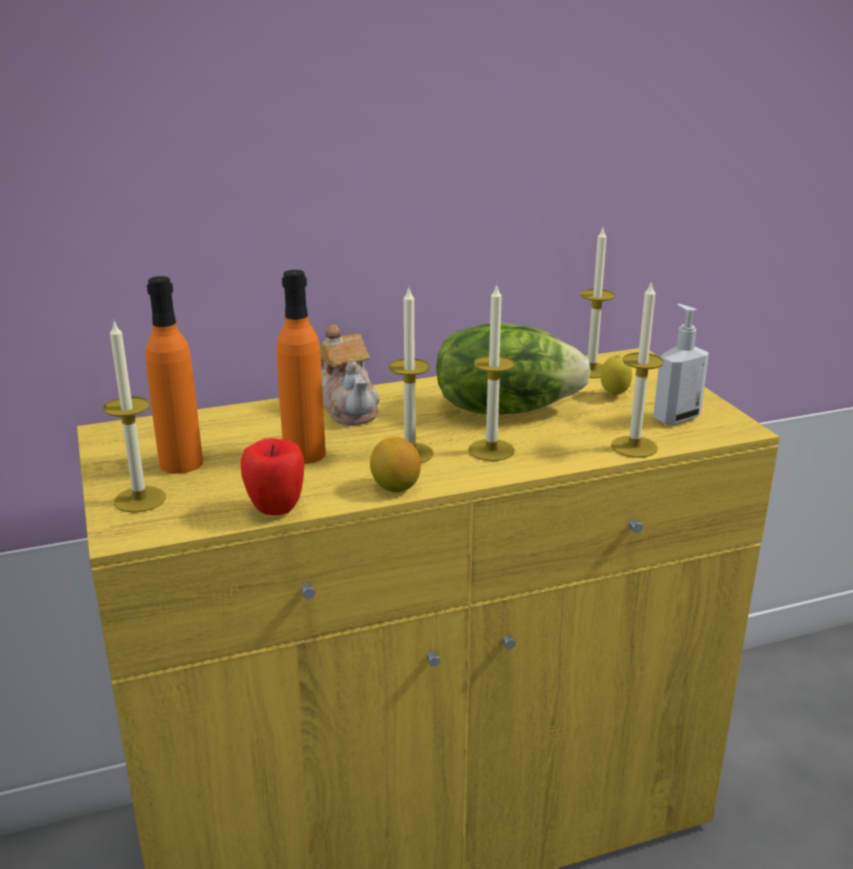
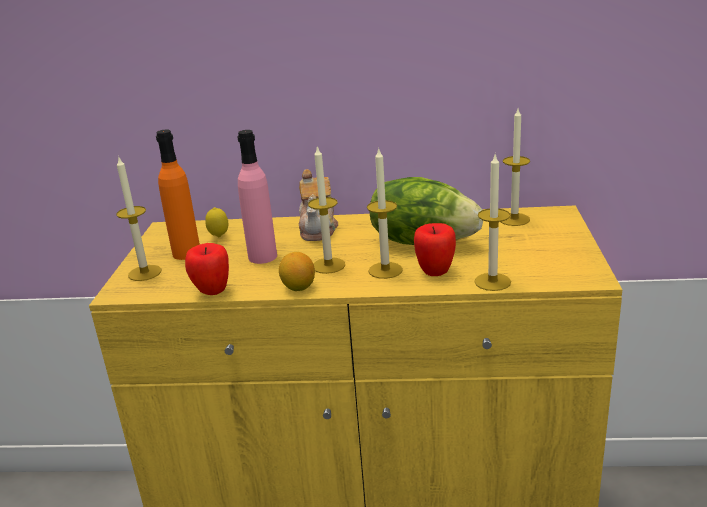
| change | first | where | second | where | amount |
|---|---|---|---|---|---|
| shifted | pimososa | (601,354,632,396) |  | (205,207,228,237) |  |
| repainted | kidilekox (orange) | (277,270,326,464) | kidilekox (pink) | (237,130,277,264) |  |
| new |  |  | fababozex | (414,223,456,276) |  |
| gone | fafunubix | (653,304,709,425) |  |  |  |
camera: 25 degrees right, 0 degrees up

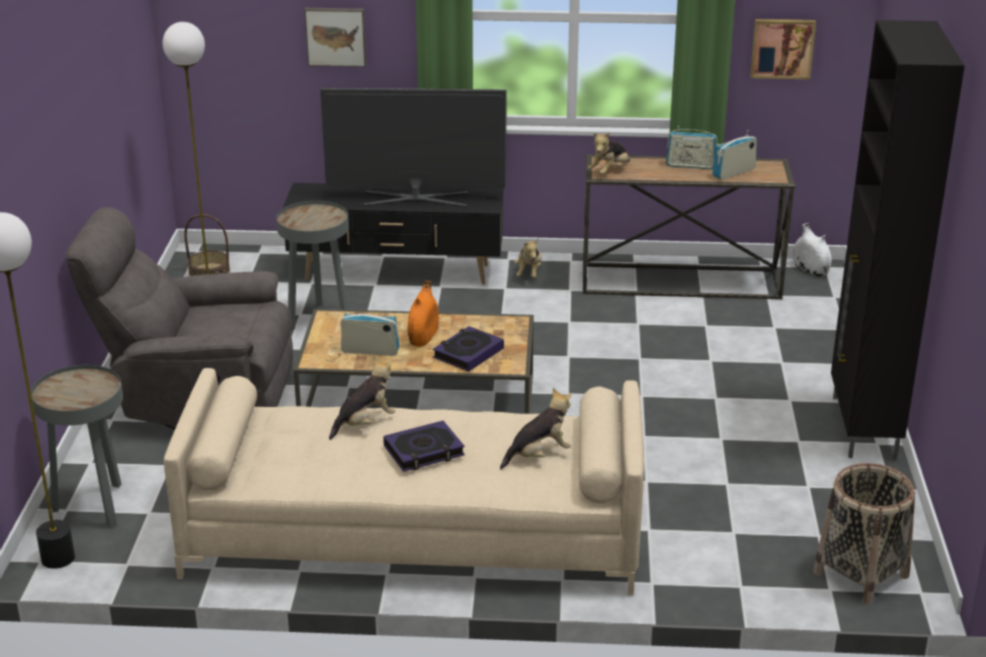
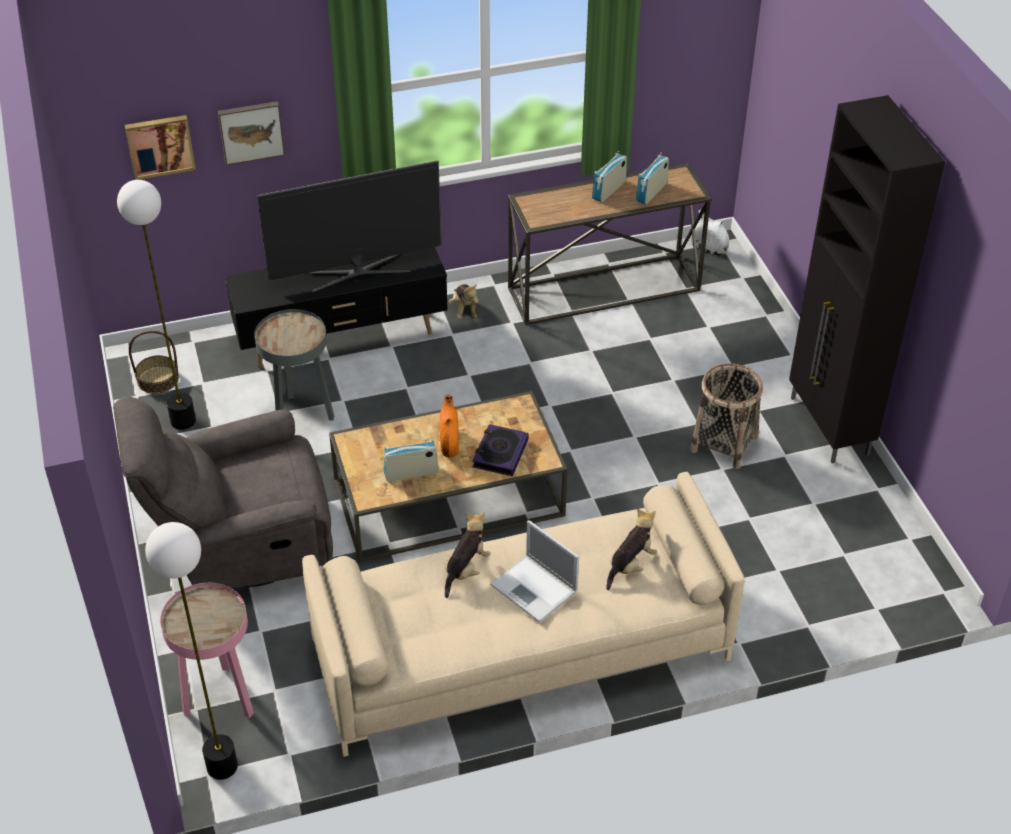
| change | first | where | second | where | amount |
|---|---|---|---|---|---|
| shifted | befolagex | (750,19,816,79) |  | (125,115,196,180) |  |
| repainted | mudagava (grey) | (31,365,123,527) | mudagava (pink) | (160,583,254,718) |  |
| swapped | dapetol | (383,421,465,472) | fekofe | (490,520,579,622) |  |
| rotated | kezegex | (666,126,718,169) |  | (592,151,627,202) | 135 degrees clockwise |
| shifted | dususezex | (813,463,915,605) |  | (690,363,763,469) |  |
| gone | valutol | (588,132,630,174) |  |  |  |
camera: 20 degrees left, 15 degrees up

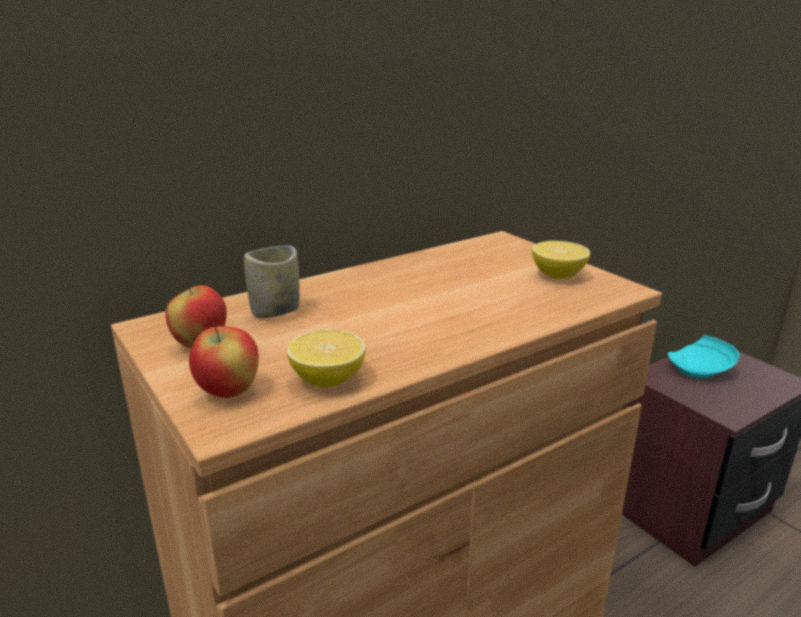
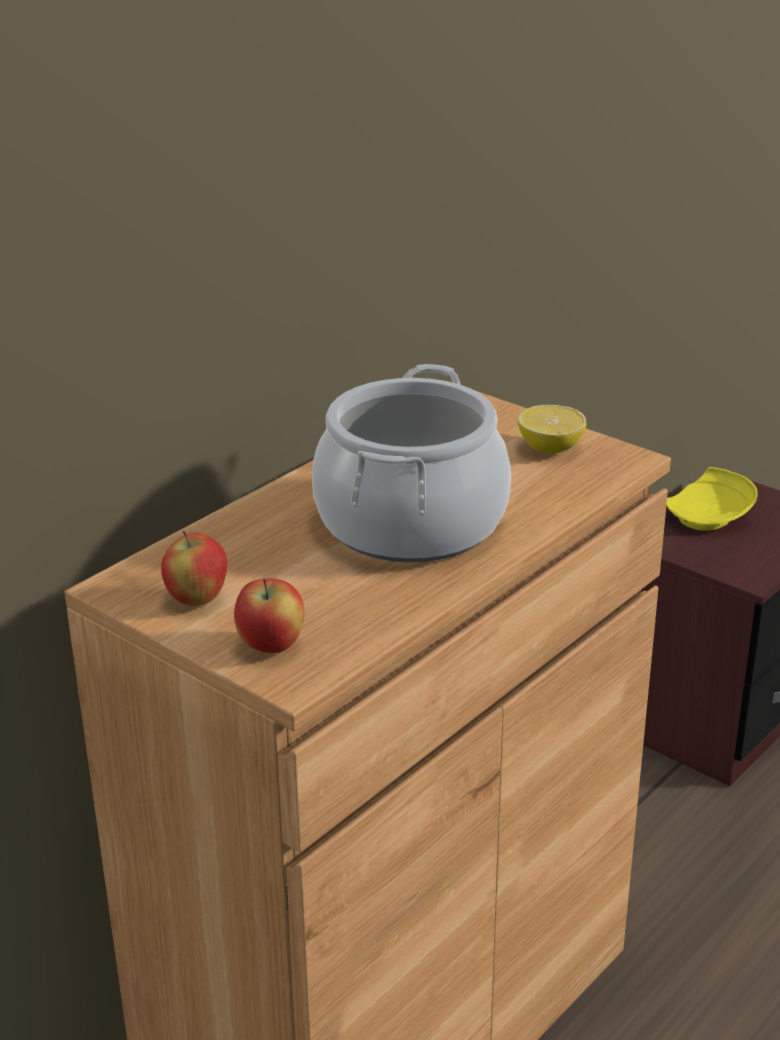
| change | first | where | second | where | amount |
|---|---|---|---|---|---|
| new |  |  | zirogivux | (312,364,511,562) |  |
| repainted | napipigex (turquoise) | (668,335,739,378) | napipigex (yellow) | (667,467,758,531) |  |
| gone | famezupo | (244,245,300,318) |  |  |  |
| gone | pimososa | (287,329,366,387) |  |  |  |
camera: 15 degrees left, 5 degrees up

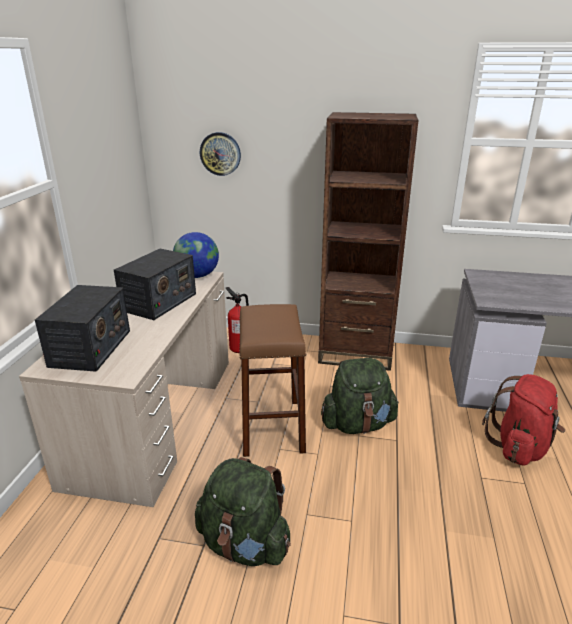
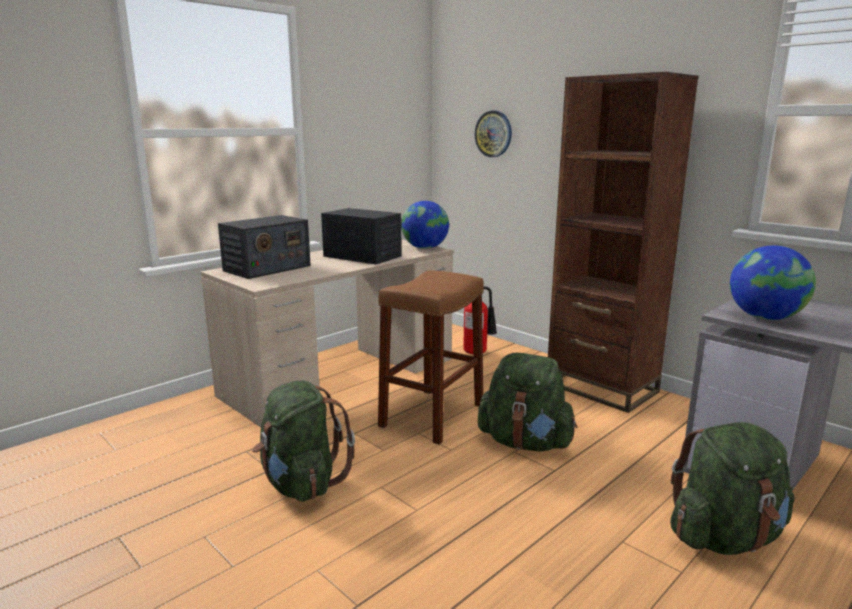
| change | first | where | second | where | amount |
|---|---|---|---|---|---|
| rotated | kezegex | (114,249,196,320) |  | (321,208,402,264) | 120 degrees counterclockwise |
| repainted | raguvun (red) | (482,374,565,465) | raguvun (green) | (670,422,795,555) |  |
| new |  |  | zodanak | (730,245,816,320) |  |
camera: 35 degrees right, 10 degrees down

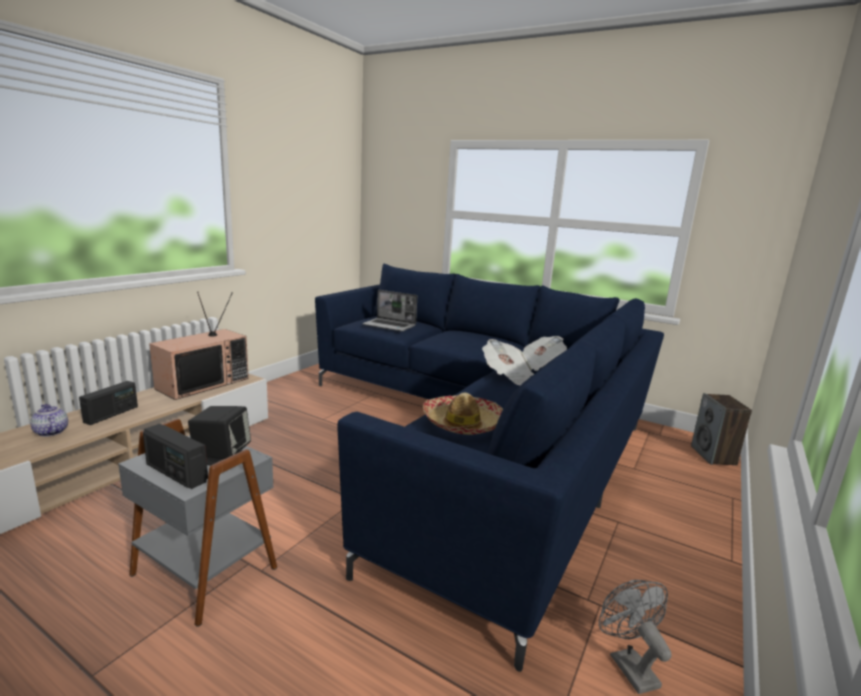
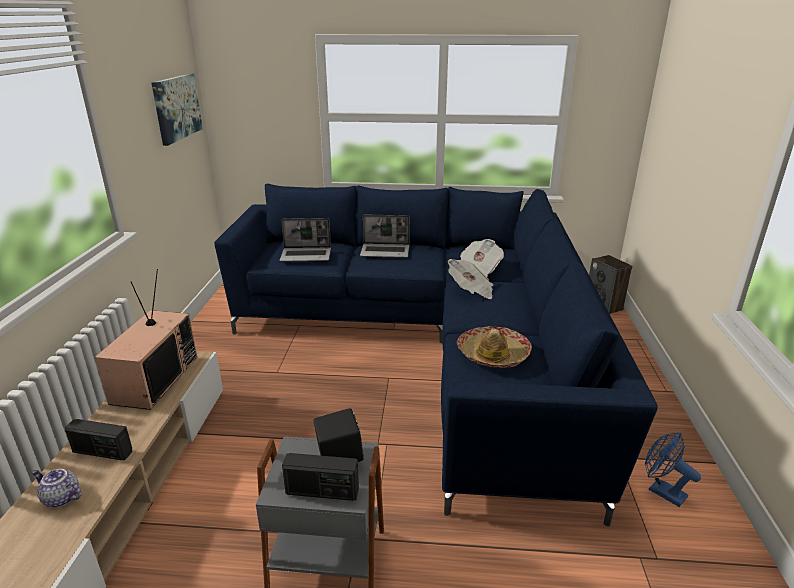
| change | first | where | second | where | amount |
|---|---|---|---|---|---|
| rotated | kezegex | (79,381,138,425) |  | (65,419,132,460) | 105 degrees clockwise |
| new |  |  | befolagex | (152,73,203,146) |  |
| new |  |  | fekofe | (360,214,410,258) |  |
| repainted | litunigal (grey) | (599,580,672,694) | litunigal (blue) | (645,432,701,507) |  |
camera: 25 degrees left, 10 degrees up

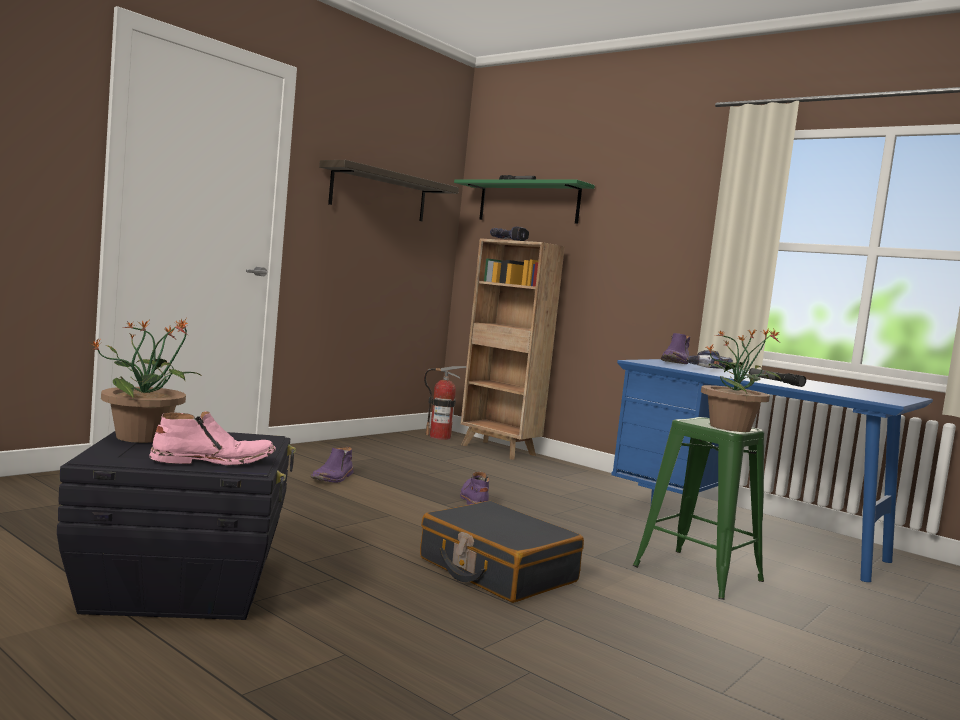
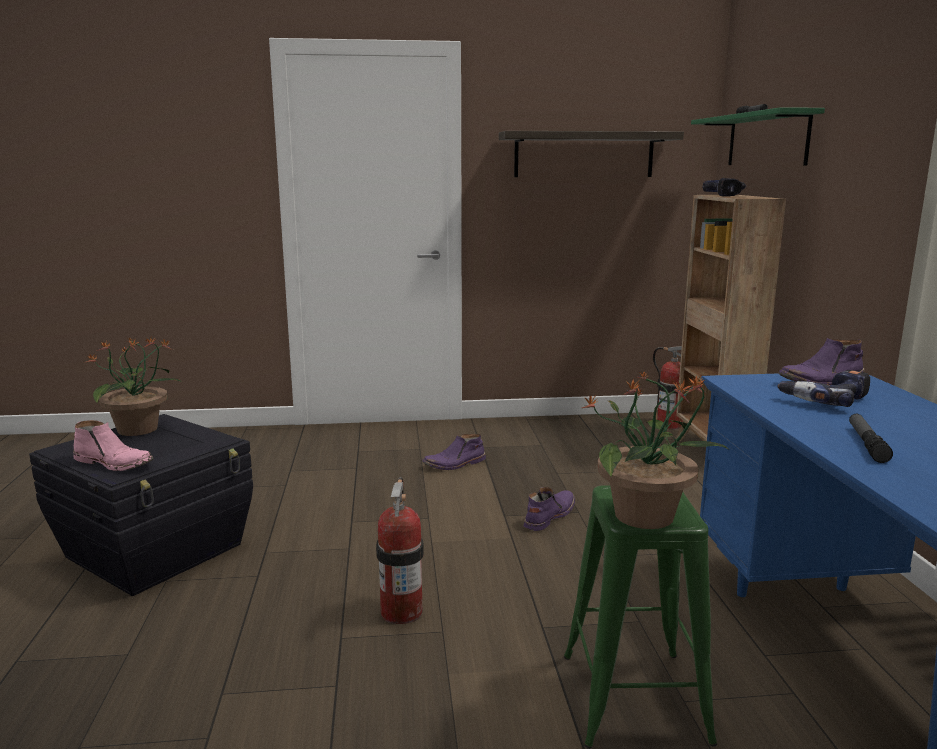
| change | first | where | second | where | amount |
|---|---|---|---|---|---|
| swapped | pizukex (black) | (420,501,584,603) | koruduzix | (376,477,424,624) |  |
camera: 45 degrees right, 10 degrees up

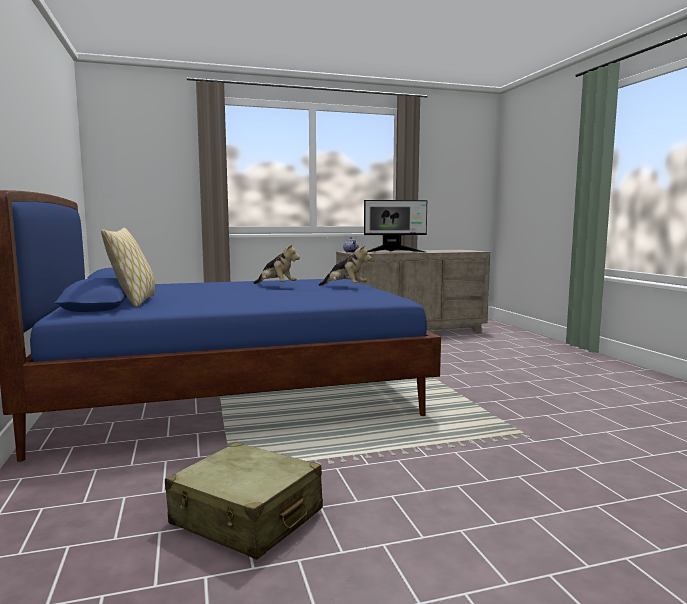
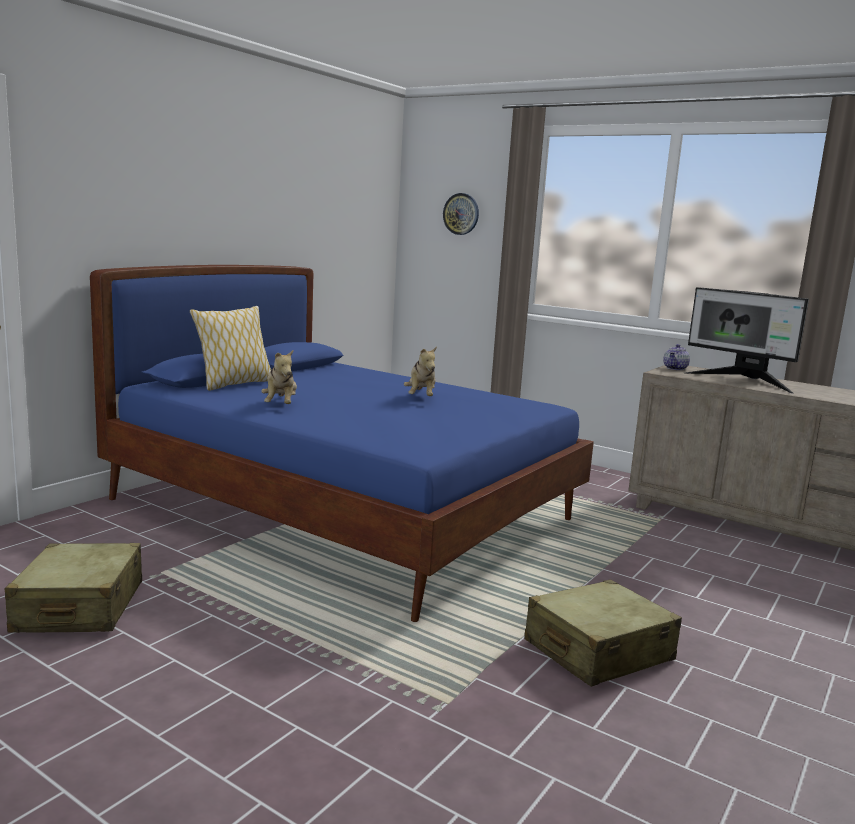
| change | first | where | second | where | amount |
|---|---|---|---|---|---|
| shifted | valutol | (319,245,372,286) |  | (261,350,297,404) |  |
| new |  |  | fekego | (443,193,479,235) |  |
| new |  |  | pizukex (beige) | (524,579,682,687) |  |
camera: 50 degrees right, 5 degrees up

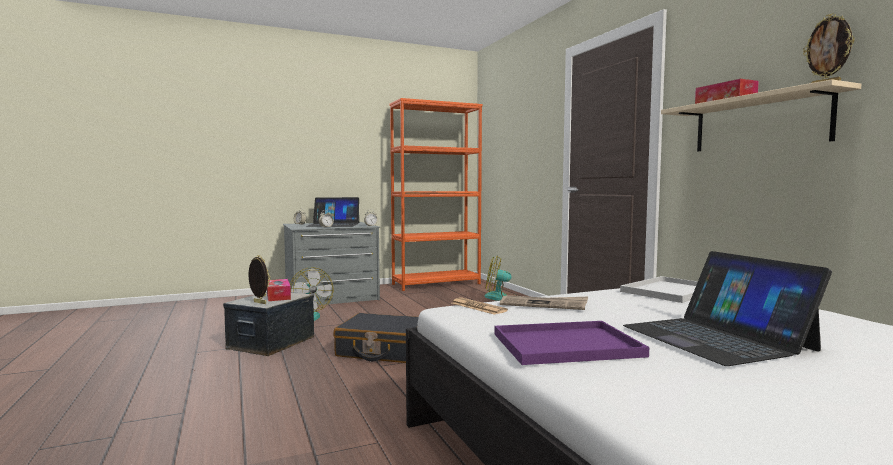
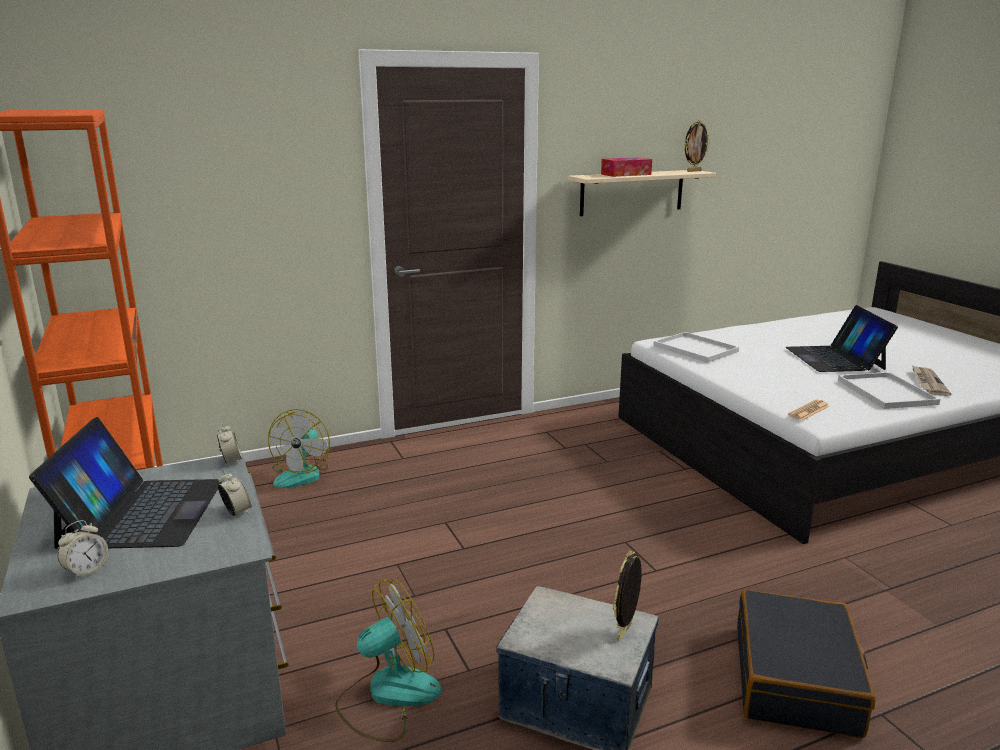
| change | first | where | second | where | amount |
|---|---|---|---|---|---|
| shifted | pizukex (black) | (333,313,419,363) |  | (737,590,875,739) |  |
| rotated | fekofe | (623,251,832,366) |  | (785,305,898,372) | 105 degrees clockwise |
| repainted | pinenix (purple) | (494,321,649,365) | pinenix (white) | (838,372,940,409) |  |
| shifted | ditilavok | (500,295,588,310) |  | (912,365,951,396) |  |
| gone | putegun | (267,279,291,301) |  |  |  |
camera: 90 degrees left, 15 degrees up

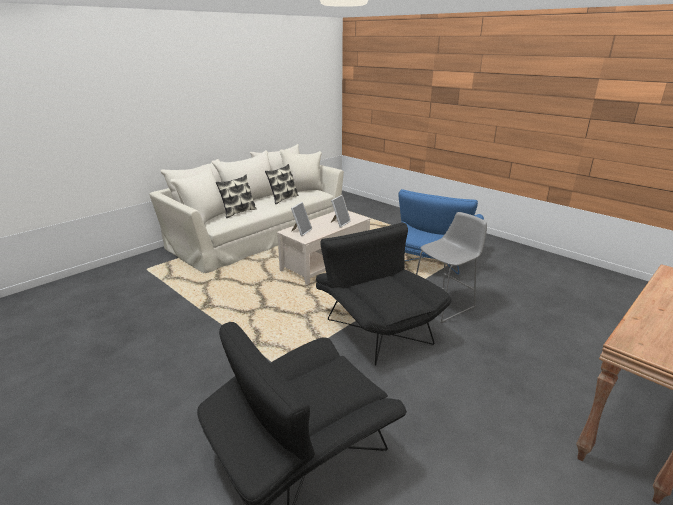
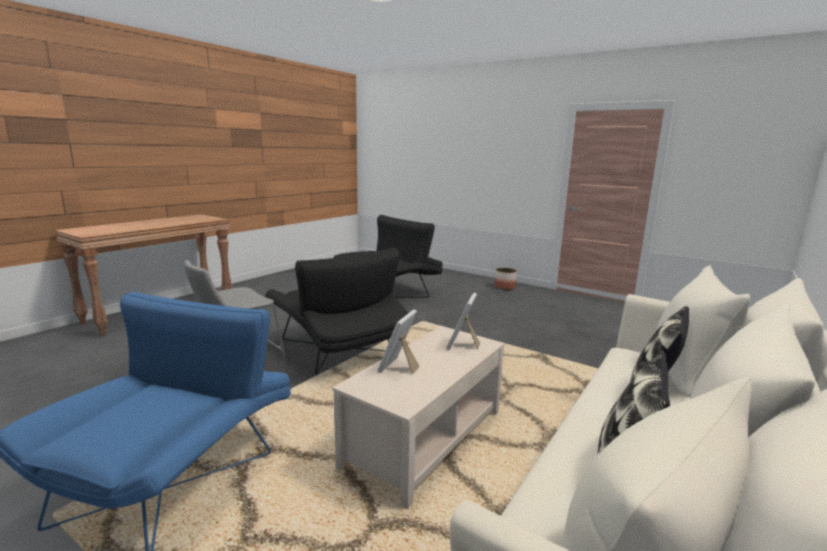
| change | first | where | second | where | amount |
|---|---|---|---|---|---|
| new |  |  | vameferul | (495,268,517,290) |  |
camera: 170 degrees right, 10 degrees down

